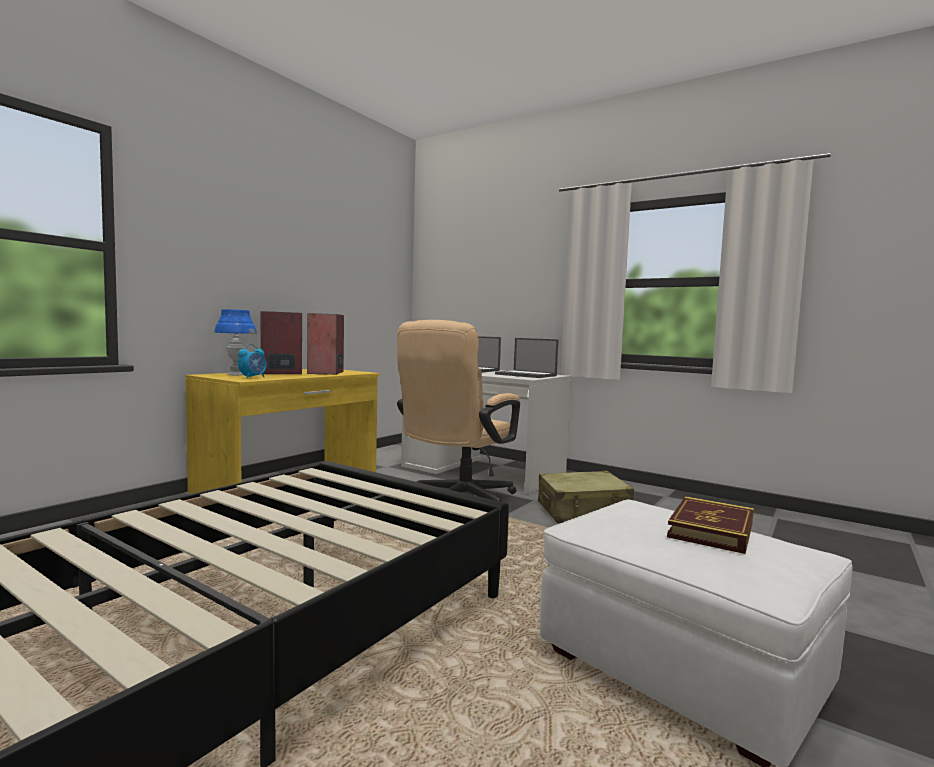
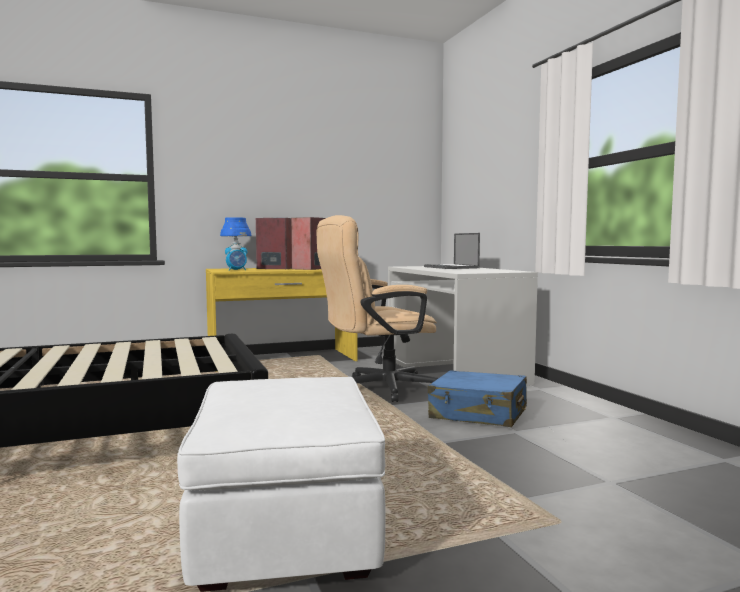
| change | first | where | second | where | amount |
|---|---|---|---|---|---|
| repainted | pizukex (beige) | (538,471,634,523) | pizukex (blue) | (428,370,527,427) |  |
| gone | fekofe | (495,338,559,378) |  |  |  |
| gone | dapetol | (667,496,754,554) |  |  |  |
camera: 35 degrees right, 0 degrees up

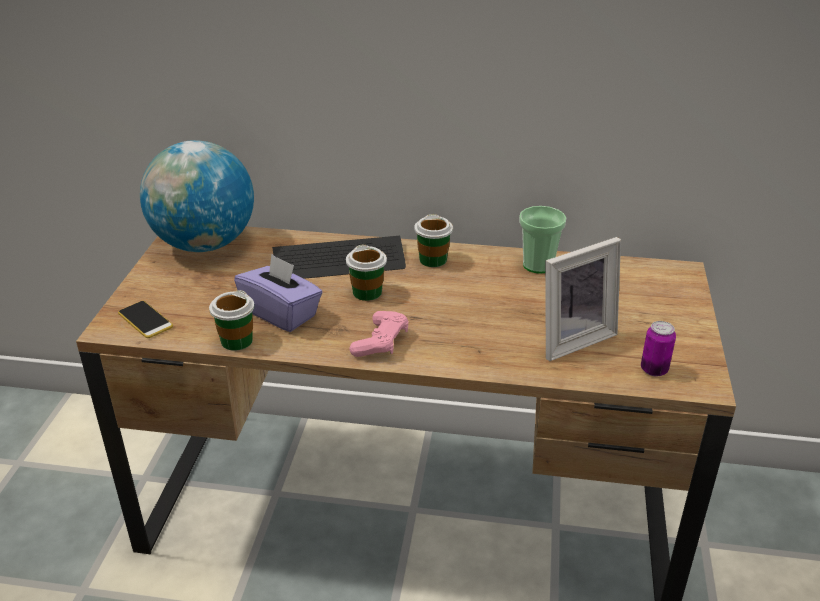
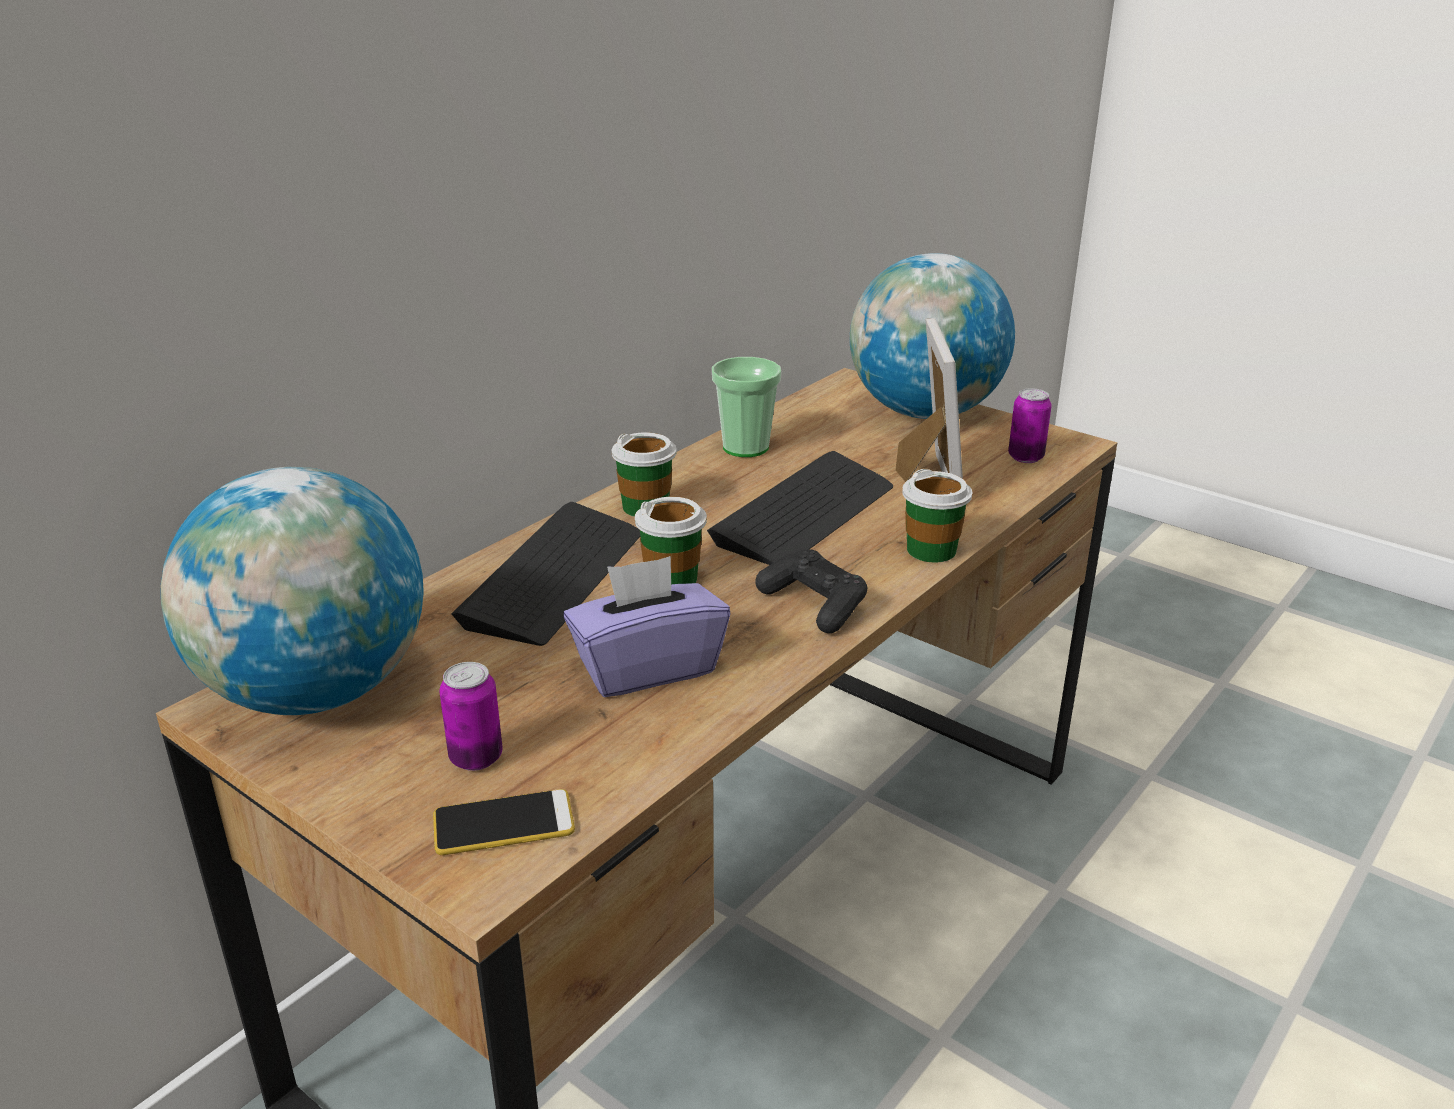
| change | first | where | second | where | amount |
|---|---|---|---|---|---|
| new |  |  | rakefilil | (439,662,503,771) |  |
| new |  |  | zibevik | (707,451,893,565) |  |
| repainted | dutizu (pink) | (350,311,408,357) | dutizu (black) | (755,549,868,633) |  |
| new |  |  | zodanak | (850,253,1015,419) |  |
| shifted | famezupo | (209,290,254,351) |  | (902,469,972,562) |  |
camera: 60 degrees left, 5 degrees down

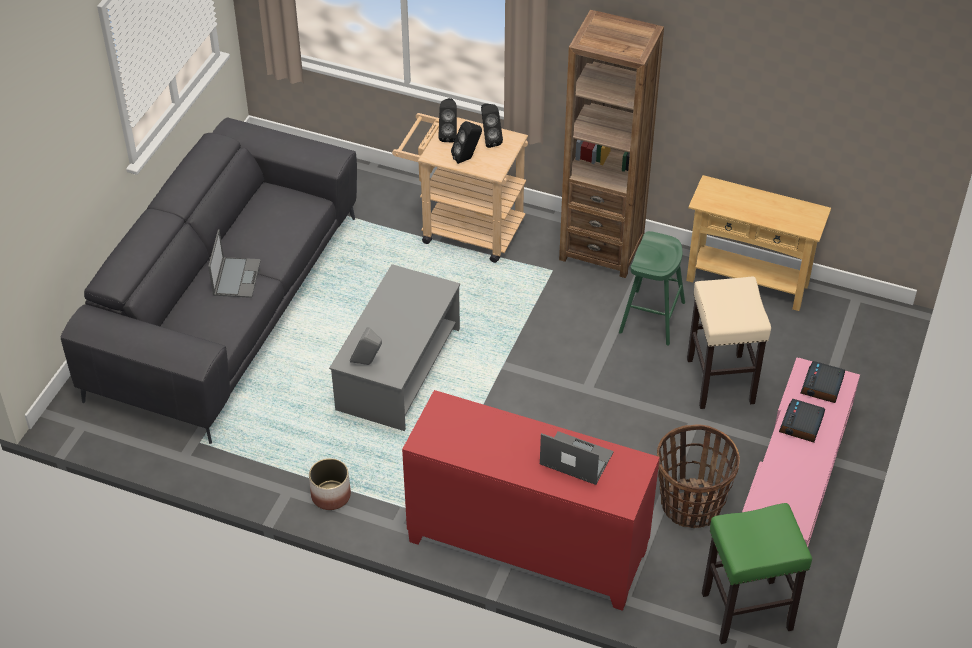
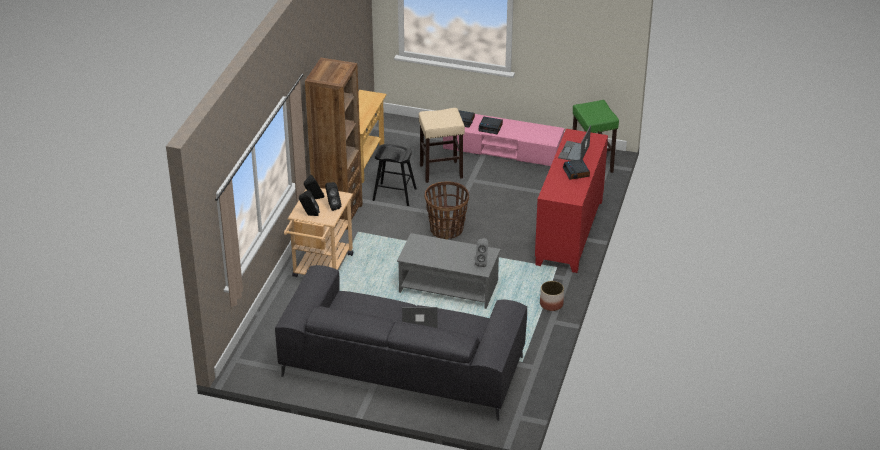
| change | first | where | second | where | amount |
|---|---|---|---|---|---|
| repainted | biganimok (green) | (619,231,685,346) | biganimok (black) | (373,144,417,206) |  |
| shifted | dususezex | (657,424,740,528) |  | (424,181,469,240) |  |
| new |  |  | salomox | (563,159,590,180) |  |
camera: 95 degrees left, 10 degrees down

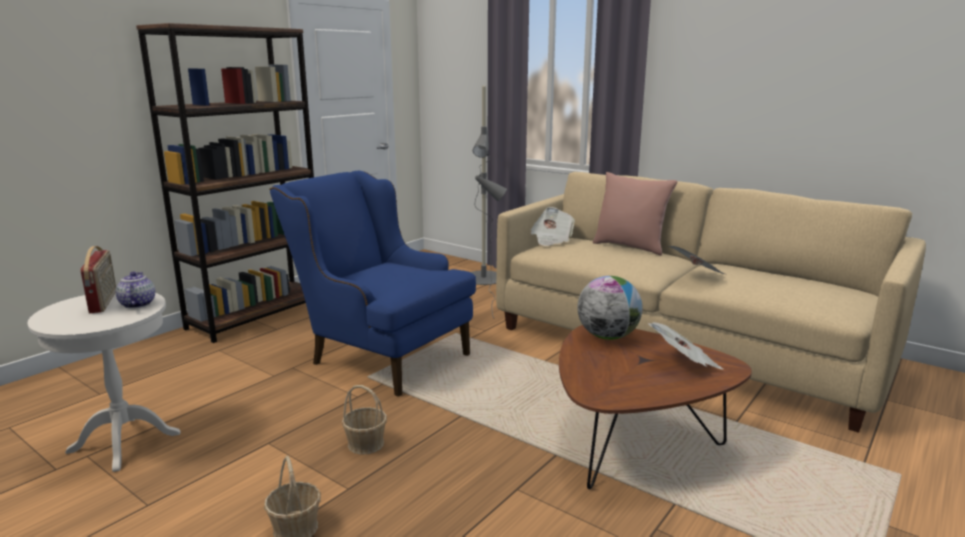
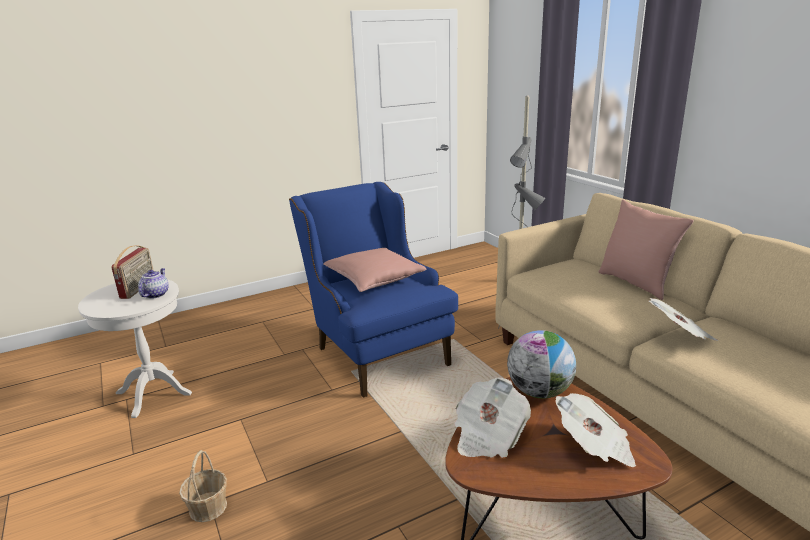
| change | first | where | second | where | amount |
|---|---|---|---|---|---|
| new |  |  | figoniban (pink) | (323,248,426,292) |  |
| shifted | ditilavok | (531,207,575,246) |  | (454,377,531,458) |  |
| gone | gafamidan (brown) | (136,23,314,343) |  |  |  |
| gone | dususezex | (342,385,387,455) |  |  |  |
camera: 25 degrees right, 5 degrees up

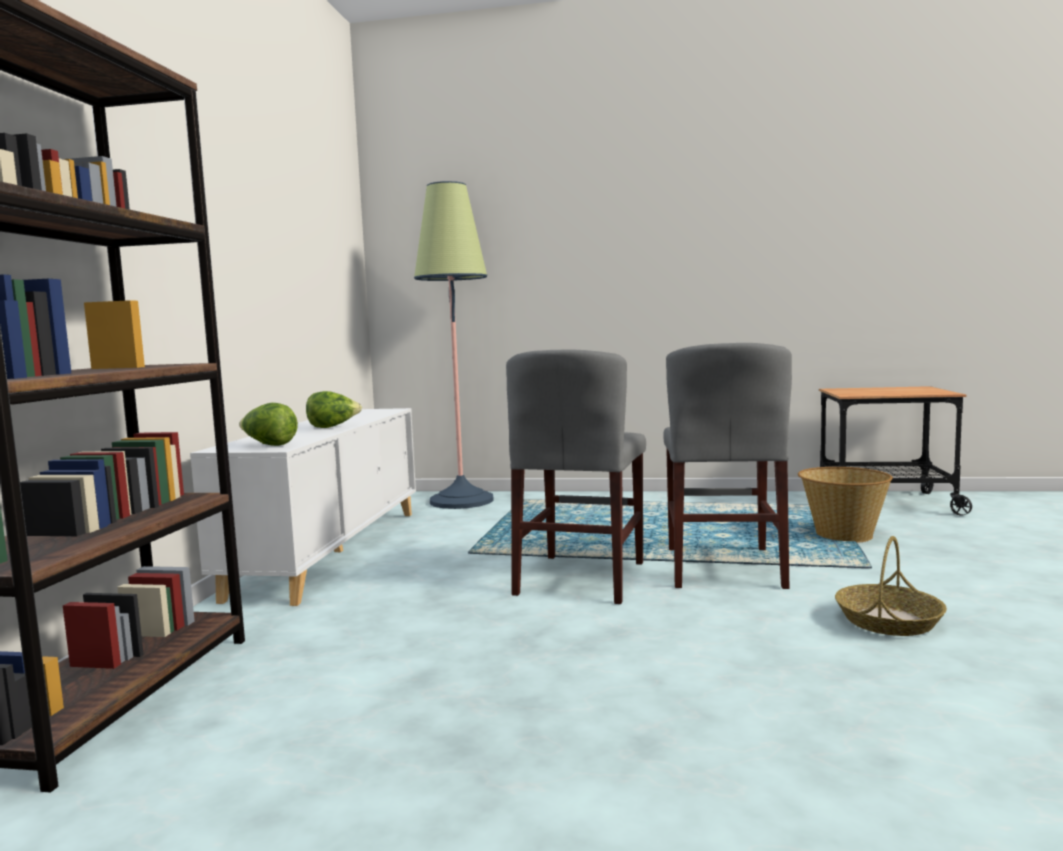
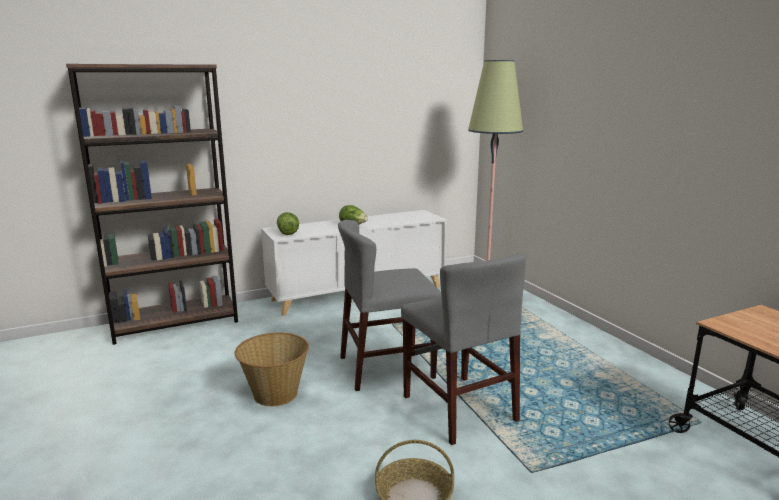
| change | first | where | second | where | amount |
|---|---|---|---|---|---|
| shifted | dususezex | (798,467,893,543) |  | (234,332,309,406) |  |
| rotated | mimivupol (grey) | (663,343,792,589) |  | (401,253,526,445) | 90 degrees counterclockwise |
camera: 55 degrees right, 10 degrees up

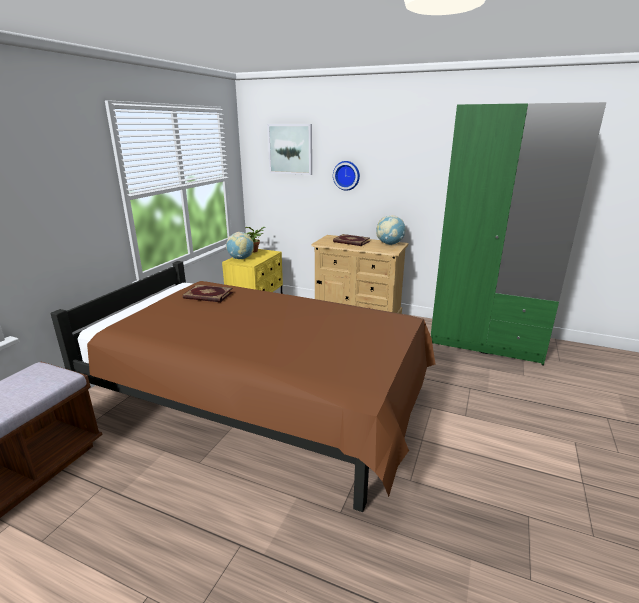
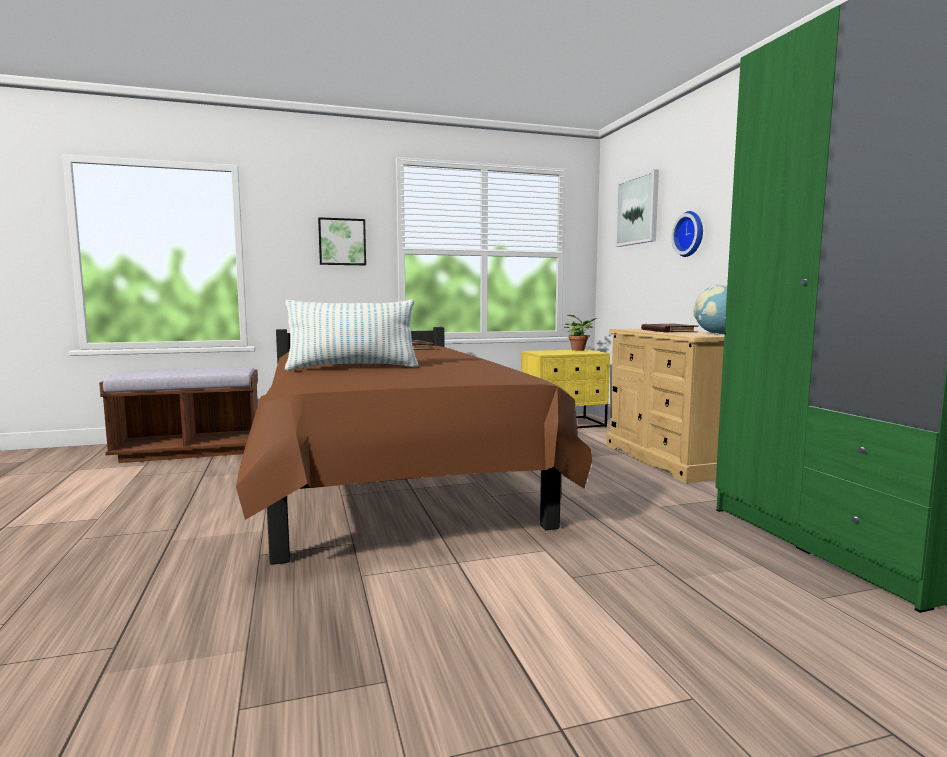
| change | first | where | second | where | amount |
|---|---|---|---|---|---|
| new |  |  | figoniban | (285,300,418,370) |  |
| new |  |  | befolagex | (318,217,366,265) |  |
| gone | zodanak | (226,232,254,259) |  |  |  |
camera: 50 degrees right, 15 degrees down

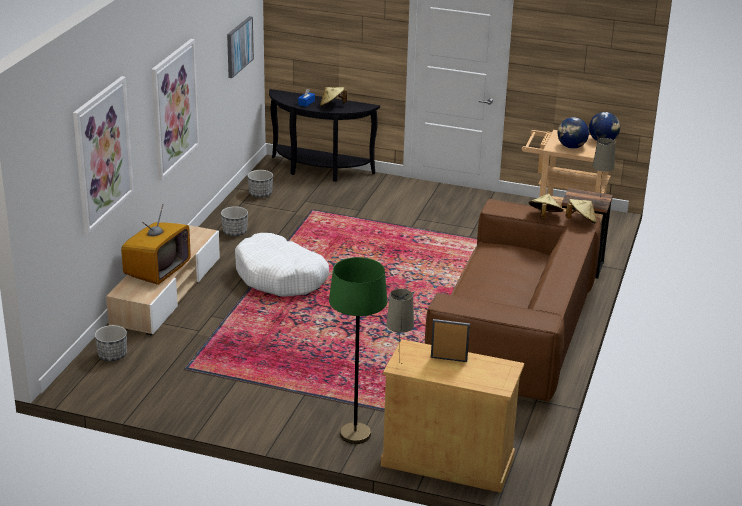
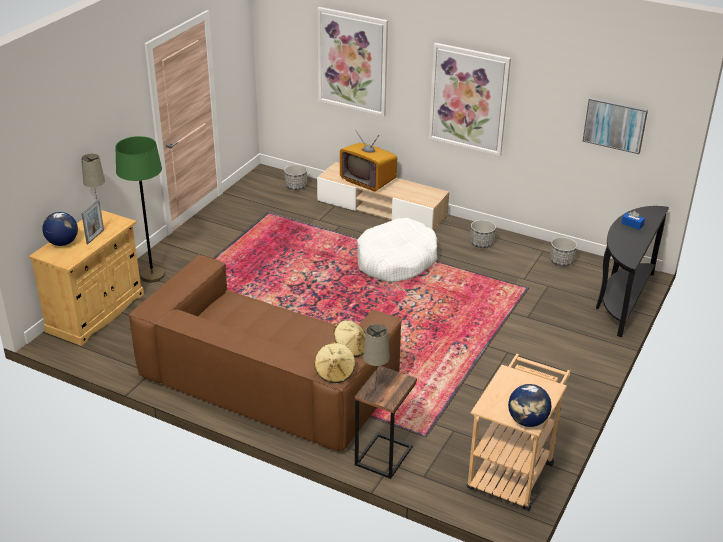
| change | first | where | second | where | amount |
|---|---|---|---|---|---|
| shifted | zodanak | (558,117,589,149) |  | (42,212,78,246) |  |
| gone | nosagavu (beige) | (320,87,347,107) |  |  |  |
camera: 100 degrees right, 5 degrees up

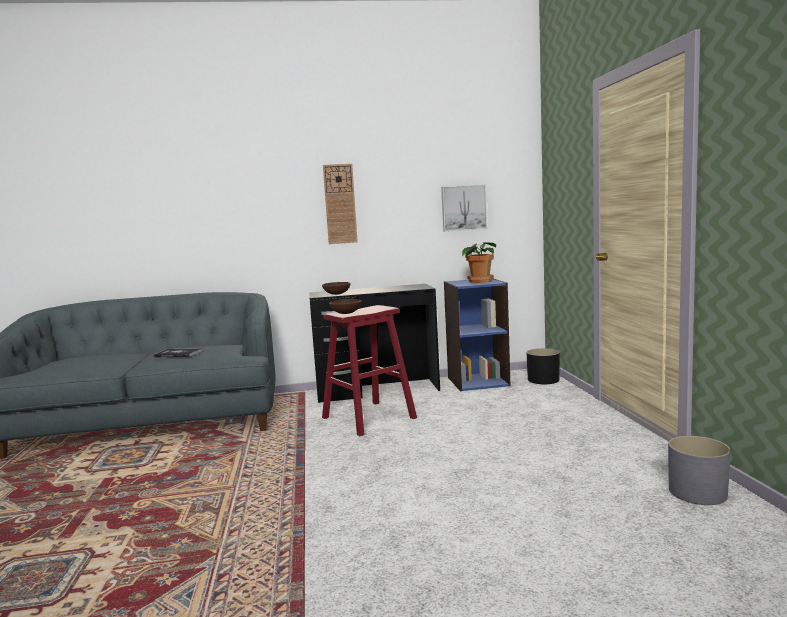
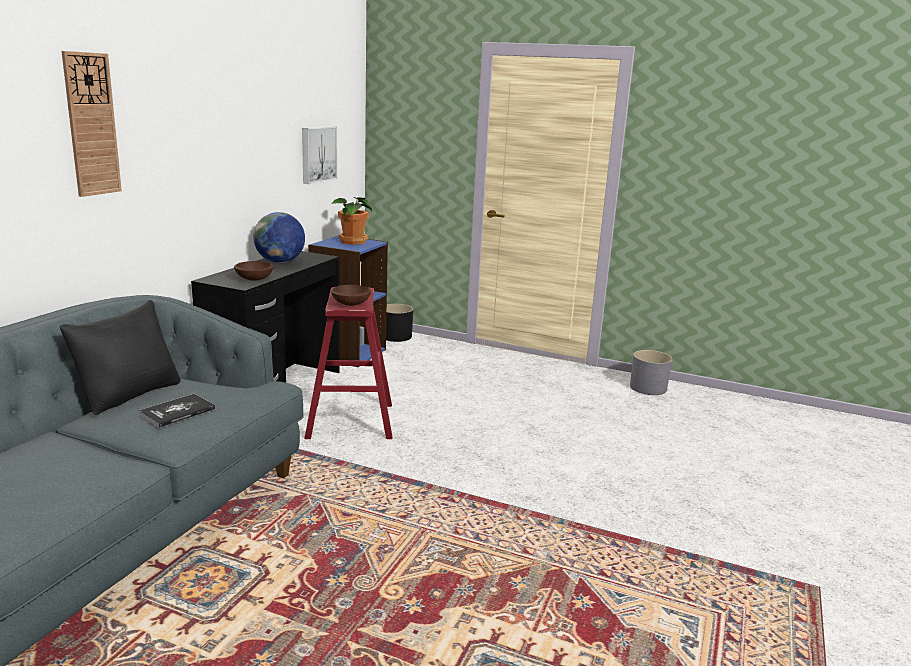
| change | first | where | second | where | amount |
|---|---|---|---|---|---|
| new |  |  | figoniban (black) | (60,300,181,415) |  |
| shifted | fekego | (323,164,358,244) |  | (62,51,122,197) |  |
| new |  |  | zodanak | (253,212,305,263) |  |
camera: 60 degrees left, 10 degrees up

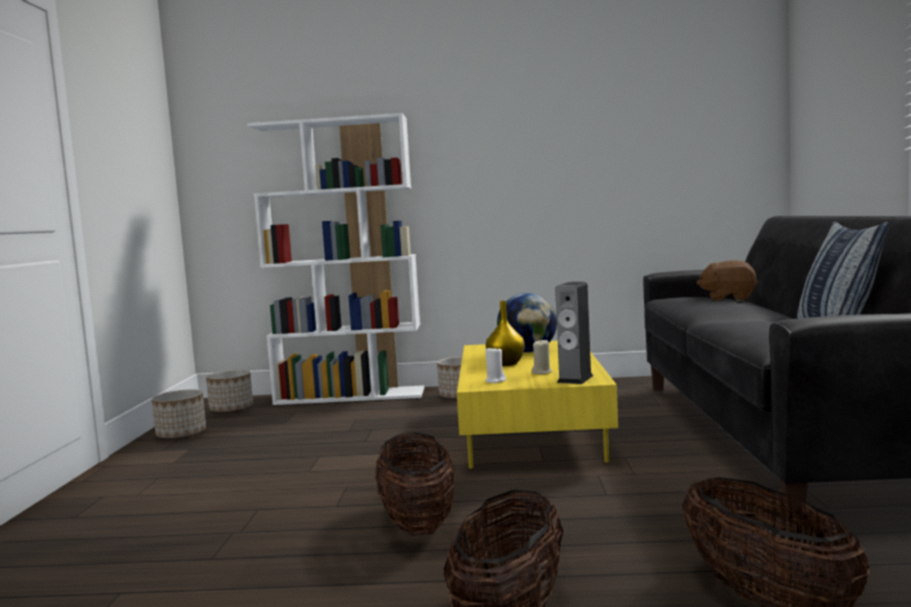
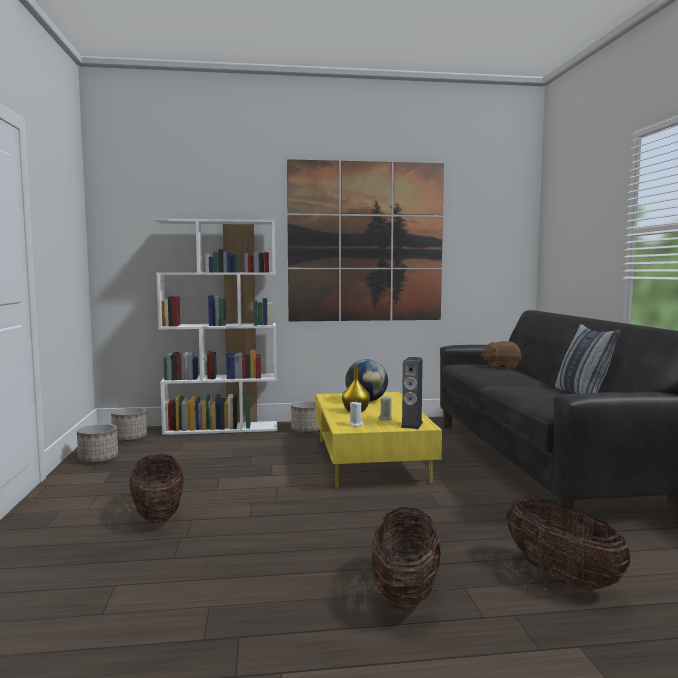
| change | first | where | second | where | amount |
|---|---|---|---|---|---|
| shifted | dususezex | (375,433,454,536) |  | (129,454,184,523) |  |
| new |  |  | befolagex | (287,159,444,322) |  |
camera: 10 degrees left, 0 degrees up

